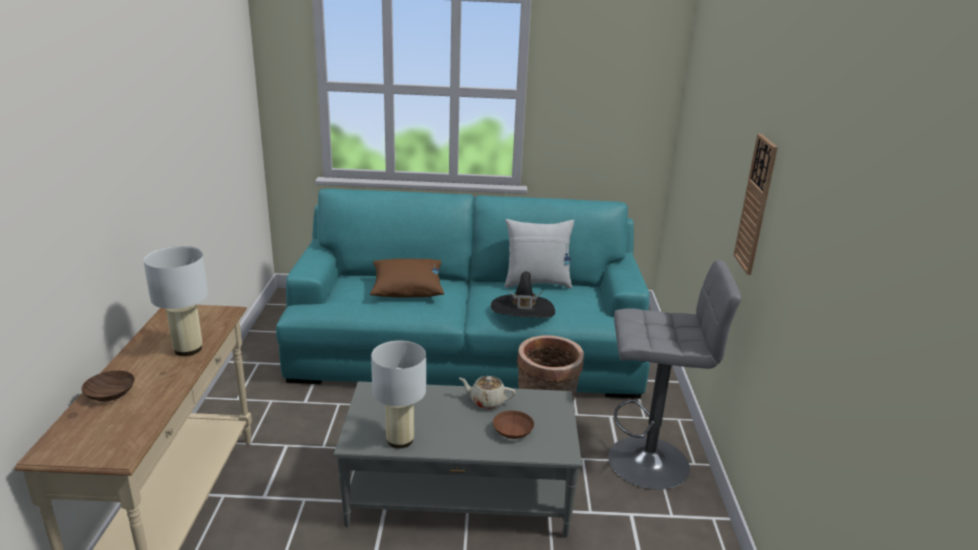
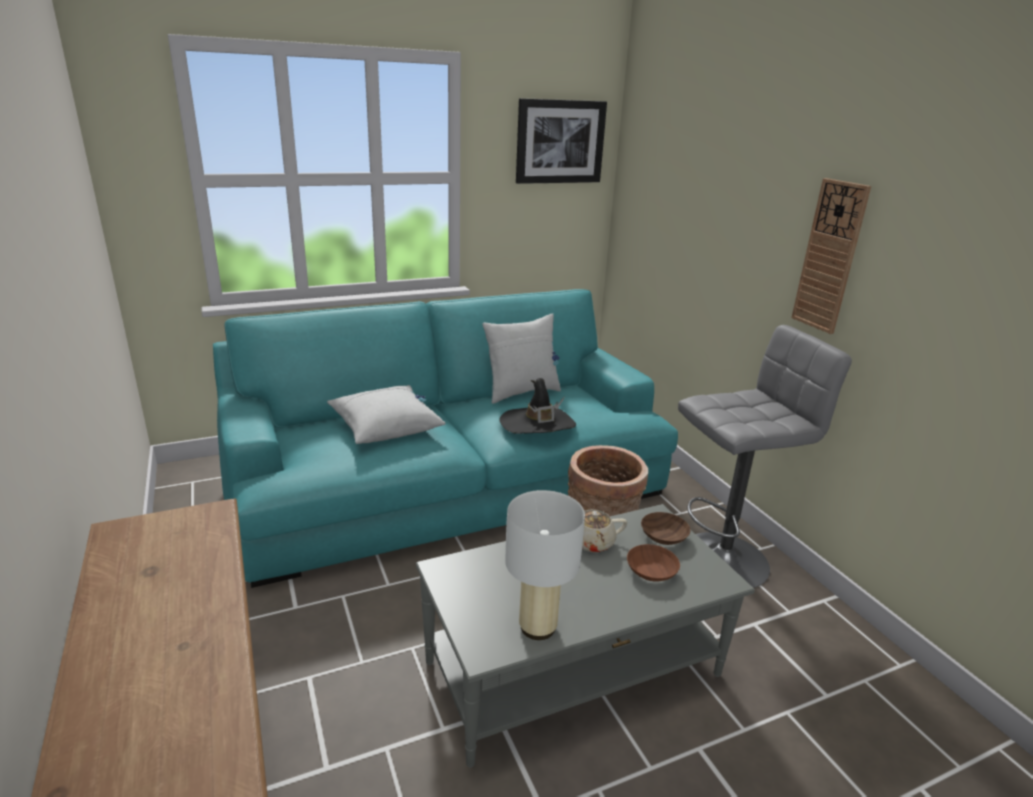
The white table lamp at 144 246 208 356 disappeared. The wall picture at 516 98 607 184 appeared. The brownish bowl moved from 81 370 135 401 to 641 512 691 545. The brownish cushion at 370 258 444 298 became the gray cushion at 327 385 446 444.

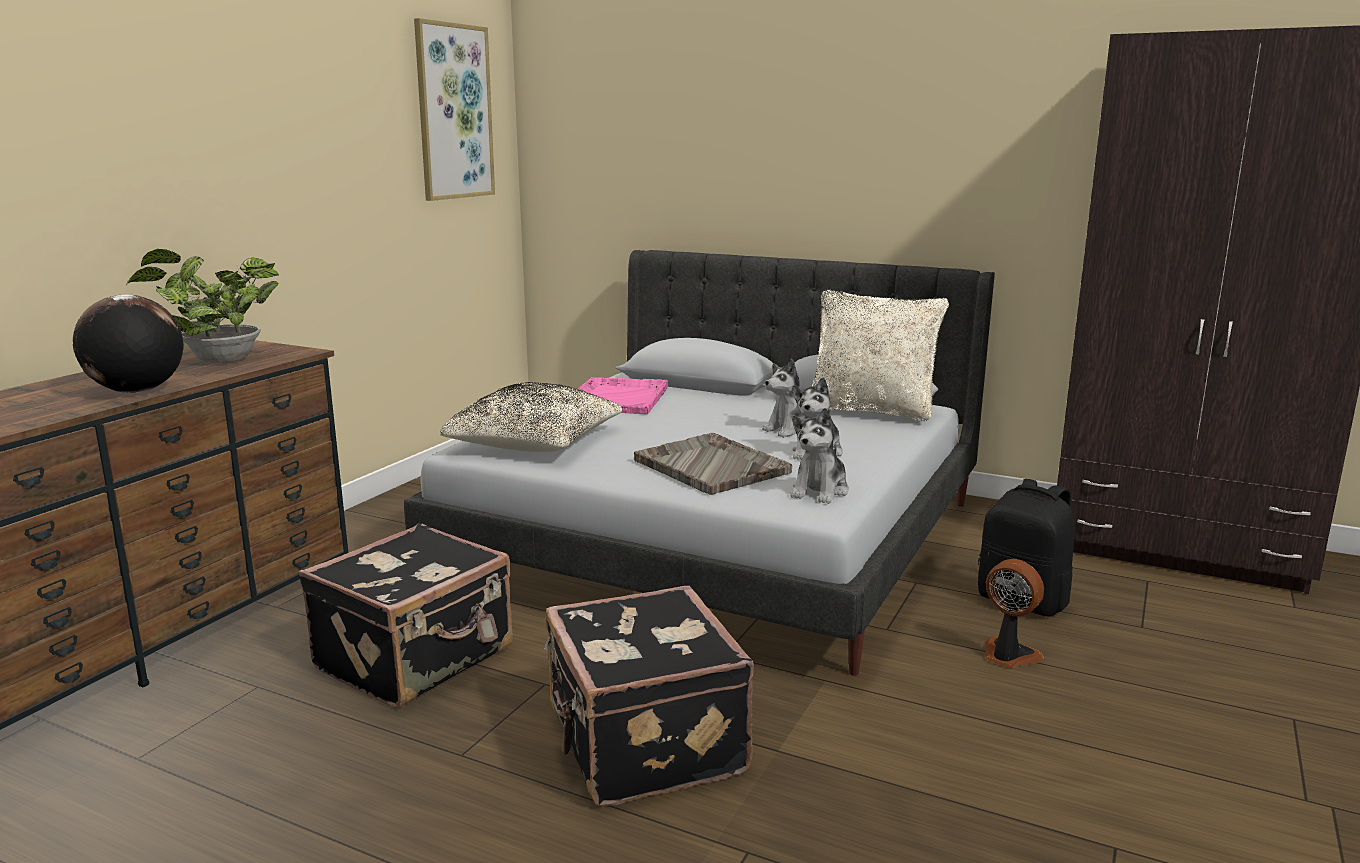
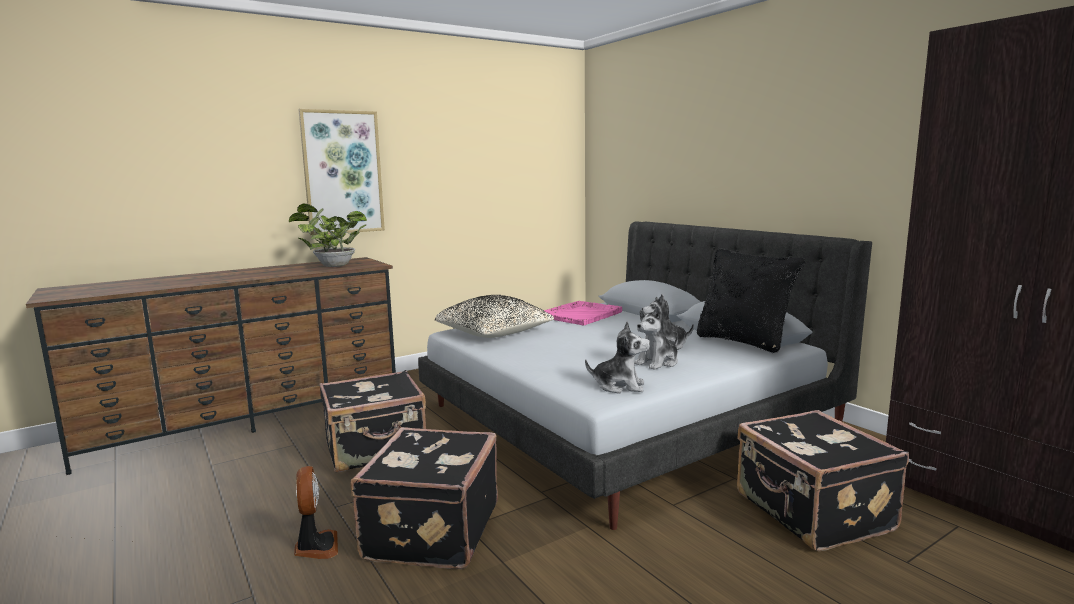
The world globe at 73 294 184 393 disappeared. The gray tray at 634 433 793 495 disappeared. The wall picture moved from 414 18 495 201 to 298 109 385 235. The electric fan moved from 985 559 1044 668 to 294 466 338 559. The black-coloured backpack at 978 479 1074 617 was replaced by the black-coloured travel case at 737 410 909 551. The sand-coloured cushion at 812 289 949 421 became the black-coloured cushion at 697 249 805 353. The cuddly toy at 791 408 849 504 turned 135 degrees counterclockwise.

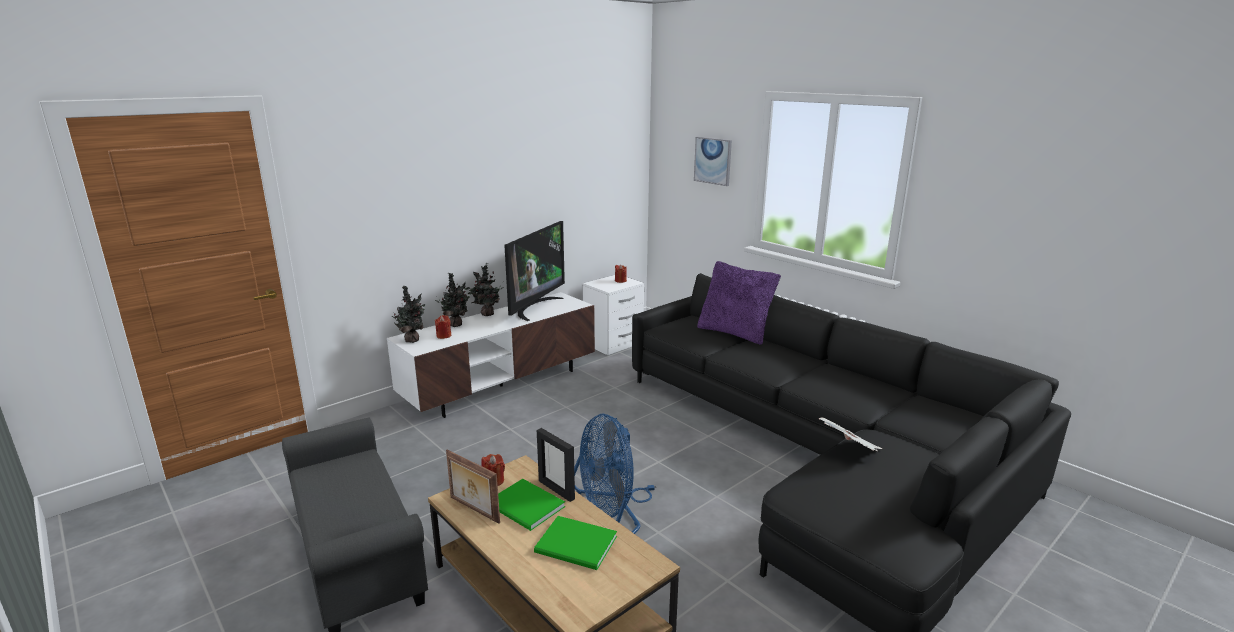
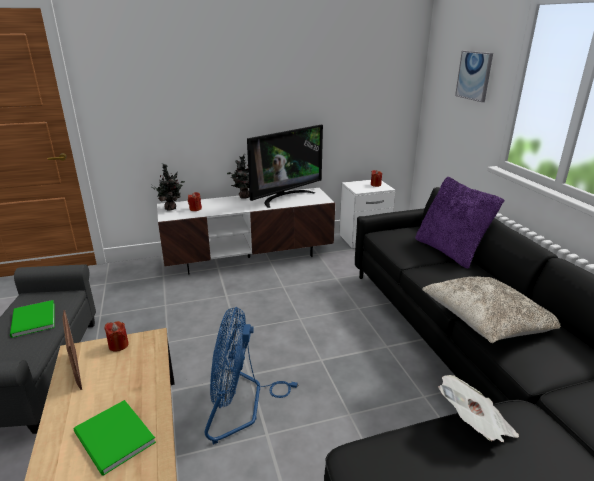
The houseplant at 435 273 472 327 disappeared. The photo frame at 537 428 575 502 disappeared. The sand-coloured cushion at 422 276 561 343 appeared. The greenish book moved from 498 479 565 531 to 10 300 55 338.

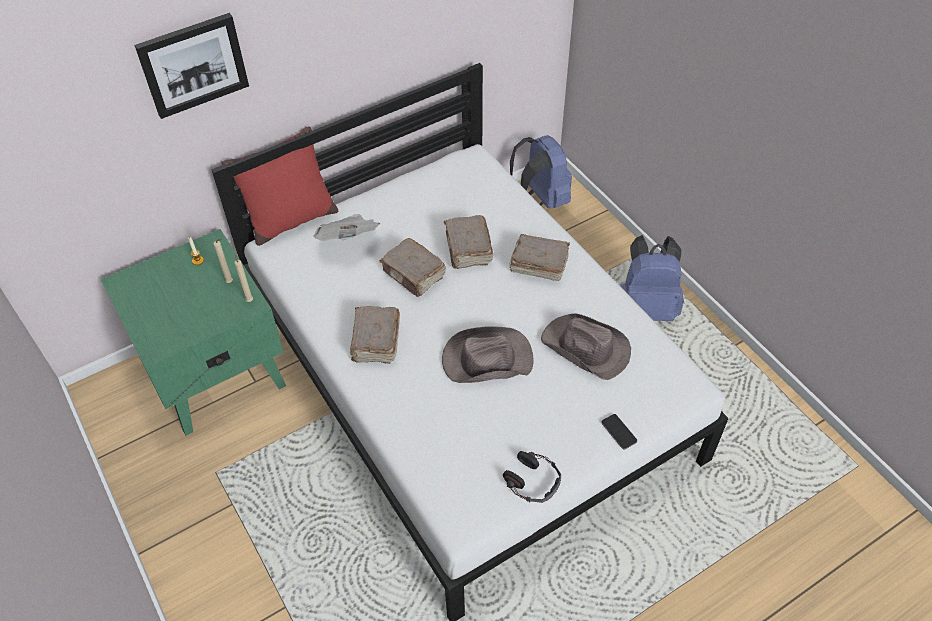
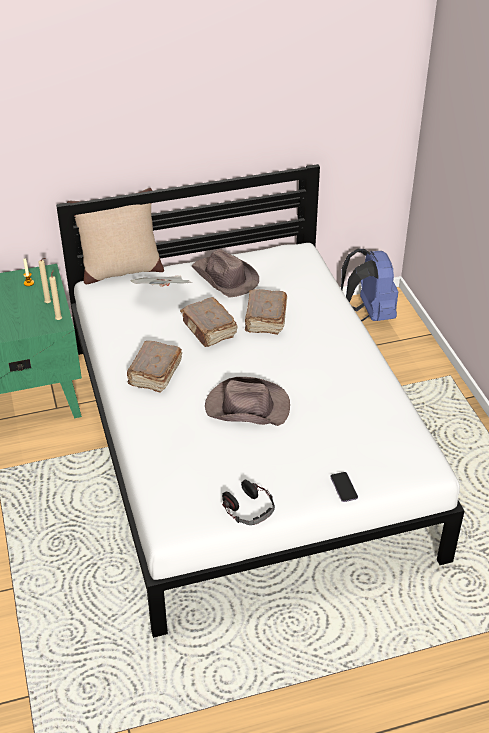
The wall picture at 134 13 249 119 disappeared. The brownish book at 509 234 570 281 disappeared. The blue backpack at 620 235 684 321 disappeared. The brownish clothing hat moved from 541 313 631 380 to 191 249 259 298. The red cushion at 221 126 338 246 became the sand-coloured cushion at 67 188 164 284.

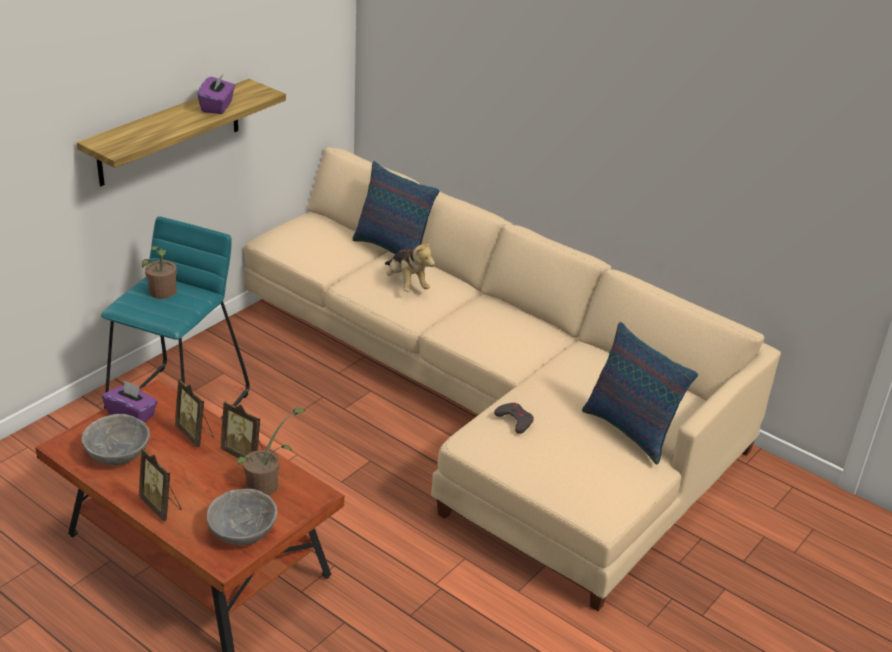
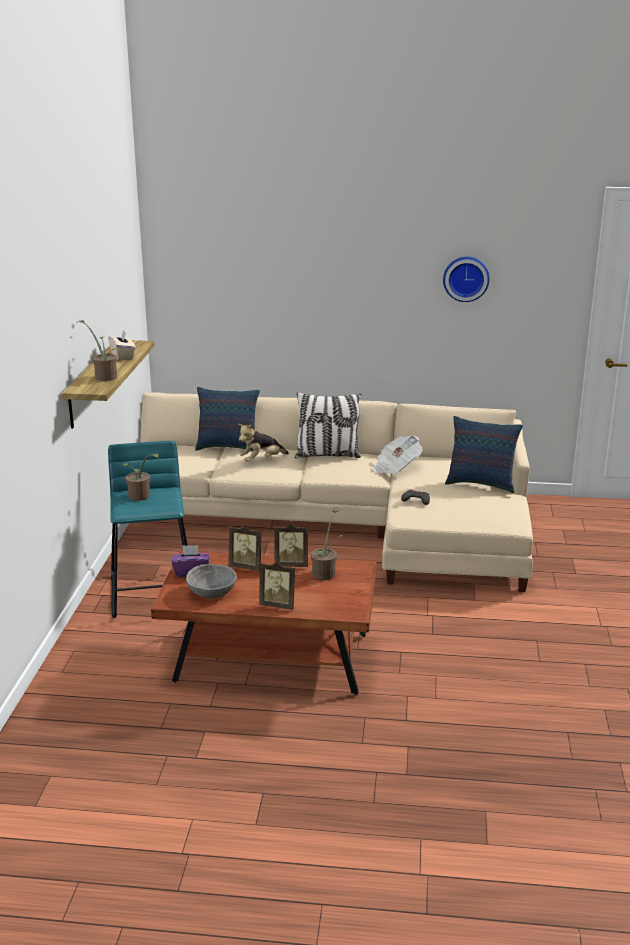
The gray bowl at 206 489 277 545 disappeared. The houseplant at 78 320 121 381 appeared. The cushion at 295 392 361 458 appeared. The daily paper at 372 435 423 475 appeared. The wall clock at 443 257 490 302 appeared. The purplish box of tissues at 197 73 235 114 became the sand-coloured box of tissues at 108 330 136 360. The cuddly toy at 385 239 435 292 turned 120 degrees clockwise.

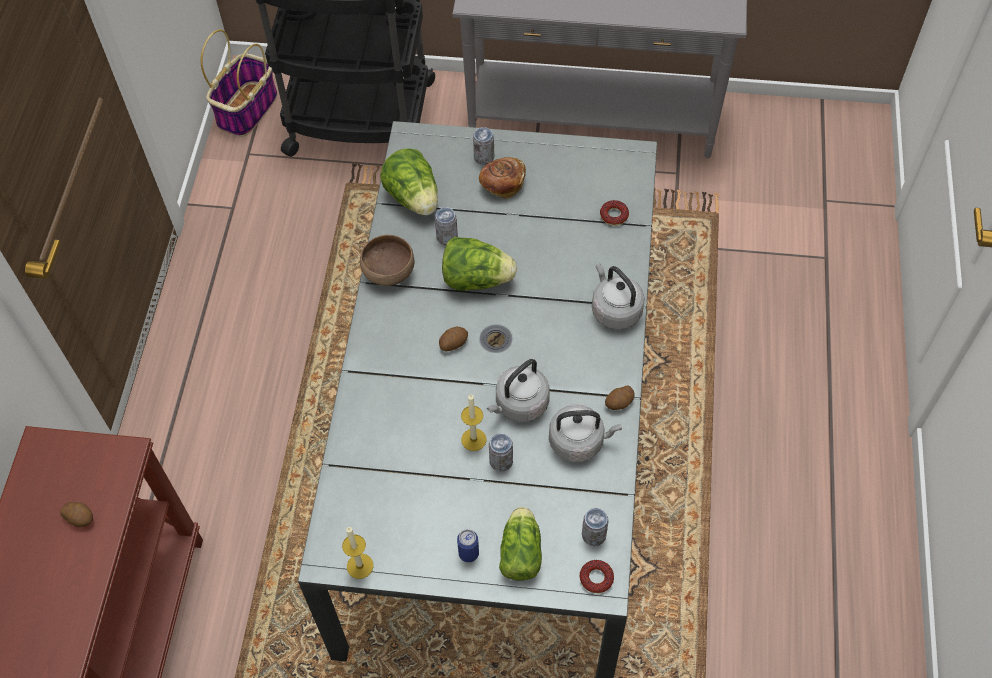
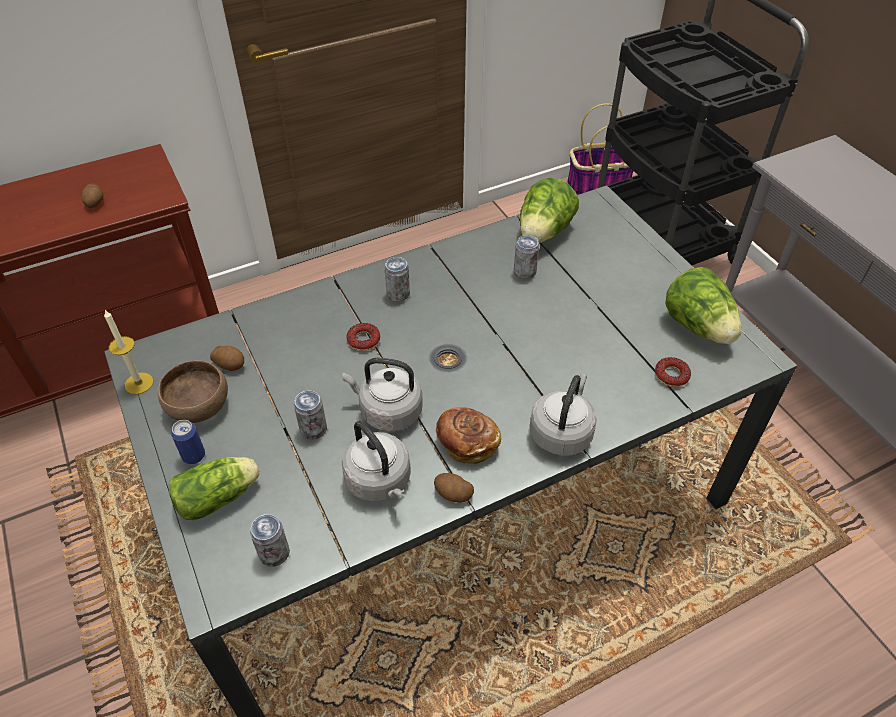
The wax candle at 461 394 487 451 disappeared. The brownish bowl moved from 360 235 415 286 to 158 360 228 423. The whole potato moved from 439 326 468 351 to 210 346 244 371. The lettuce moved from 442 237 517 291 to 665 267 742 344. The metal can moved from 473 127 494 165 to 385 257 410 302. The baked bread moved from 479 157 526 199 to 436 407 501 464. The doughnut moved from 579 560 614 593 to 346 323 380 351.

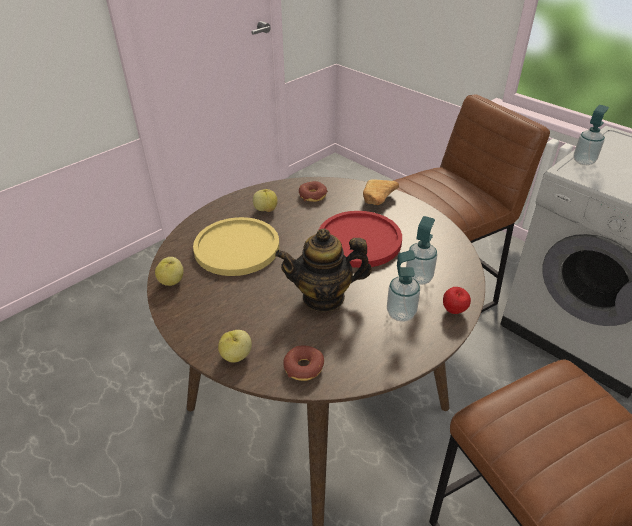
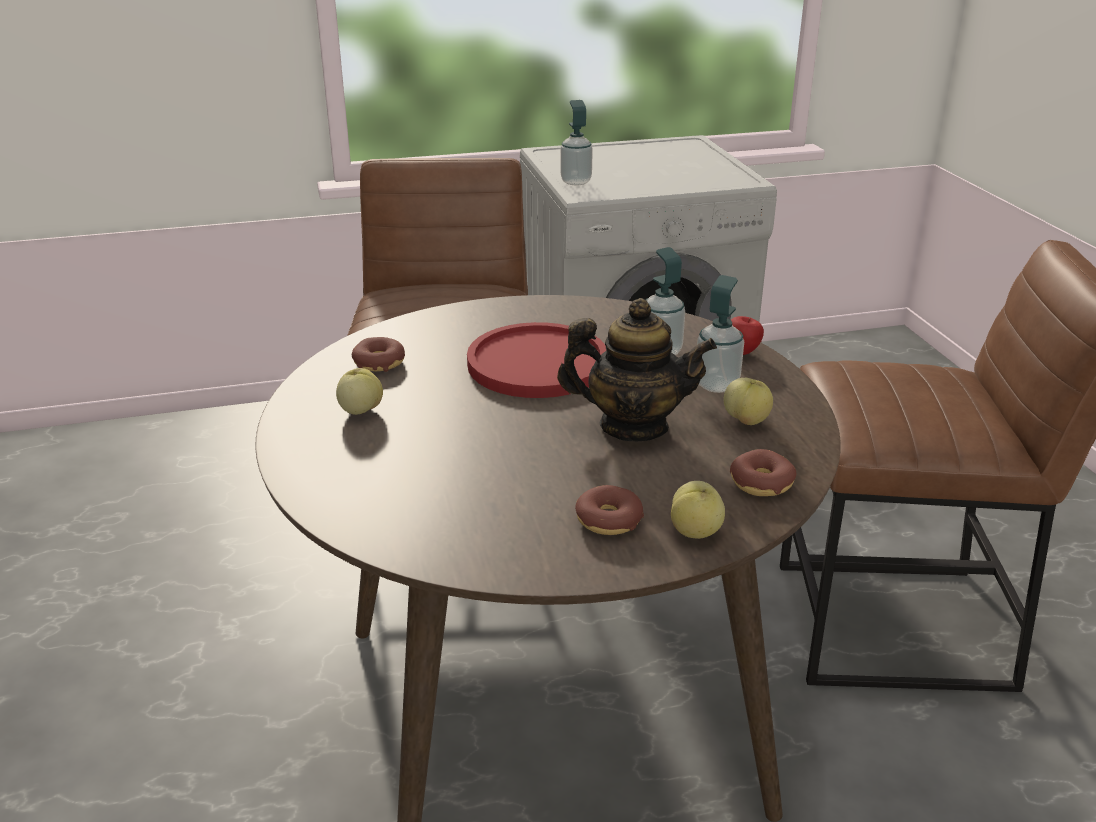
The yellow-coloured flat dish at 193 217 279 276 disappeared. The baked bread at 363 179 399 205 disappeared. The doughnut at 575 485 644 535 appeared. The whole apple moved from 155 257 184 286 to 723 378 773 425. The teapot at 275 229 372 312 turned 105 degrees counterclockwise.

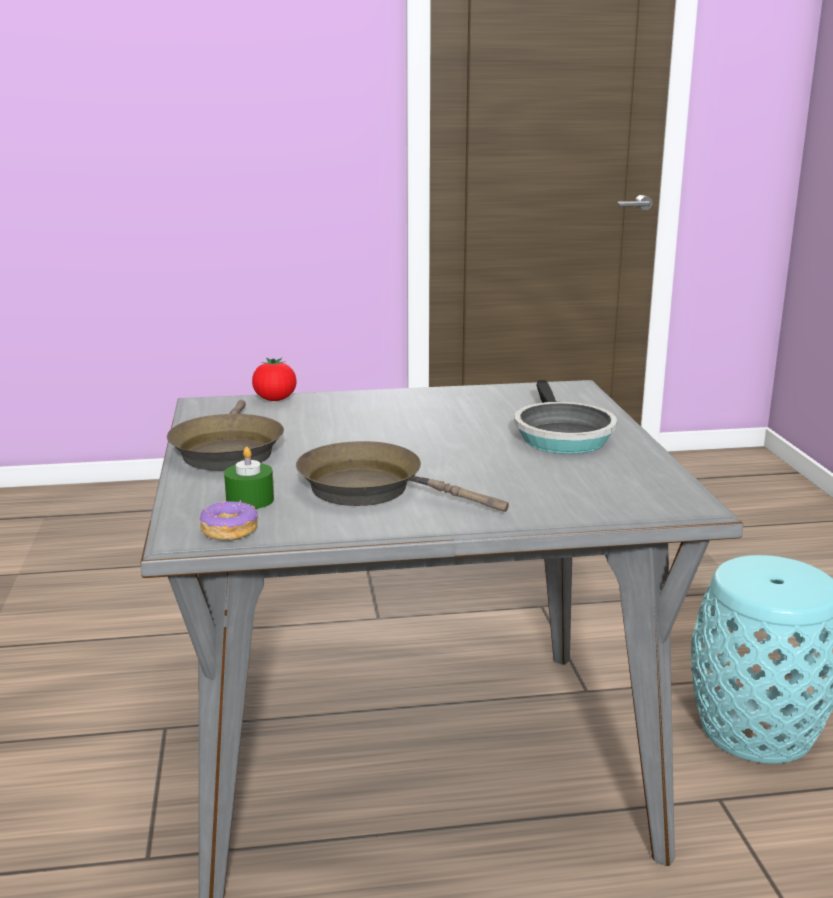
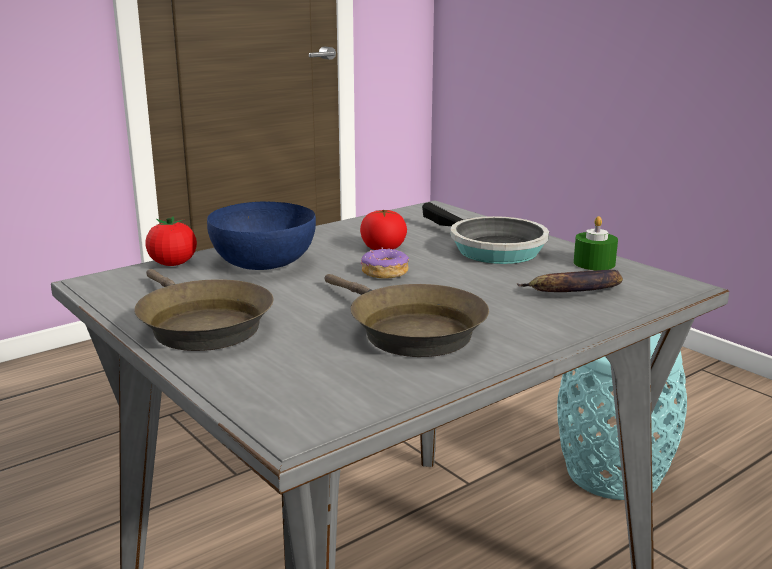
The blue bowl at 207 201 316 270 appeared. The tomato at 360 210 407 250 appeared. The banana fruit at 517 270 623 292 appeared. The doughnut moved from 198 500 258 540 to 361 247 409 279. The greenish wax candle moved from 224 447 274 509 to 574 216 618 270. The brownish pan at 296 441 509 512 turned 120 degrees counterclockwise.

